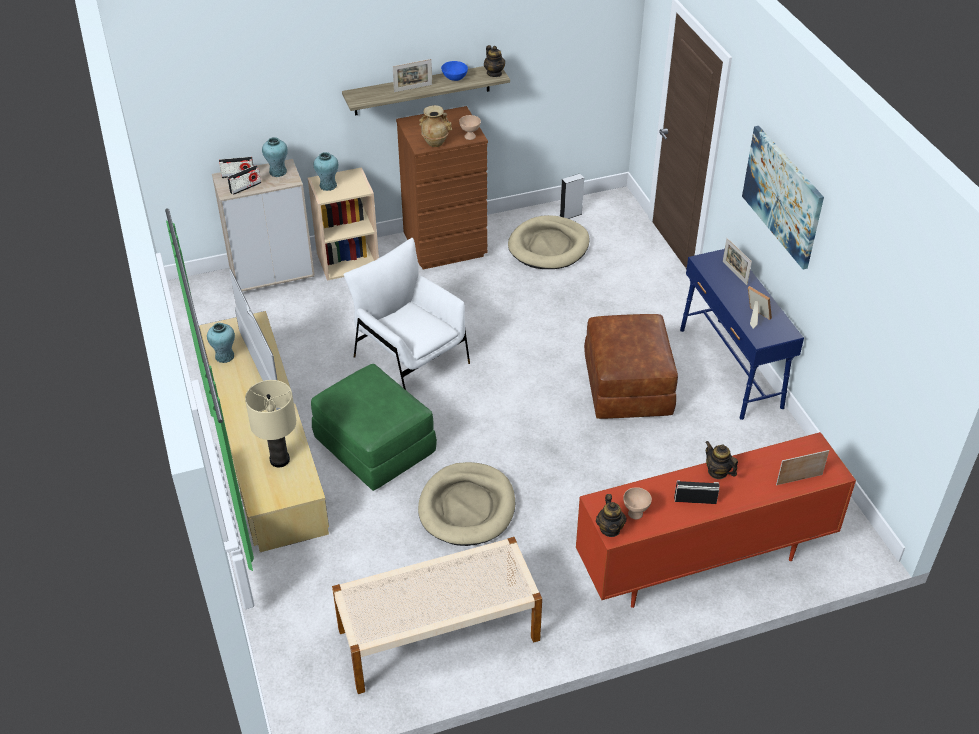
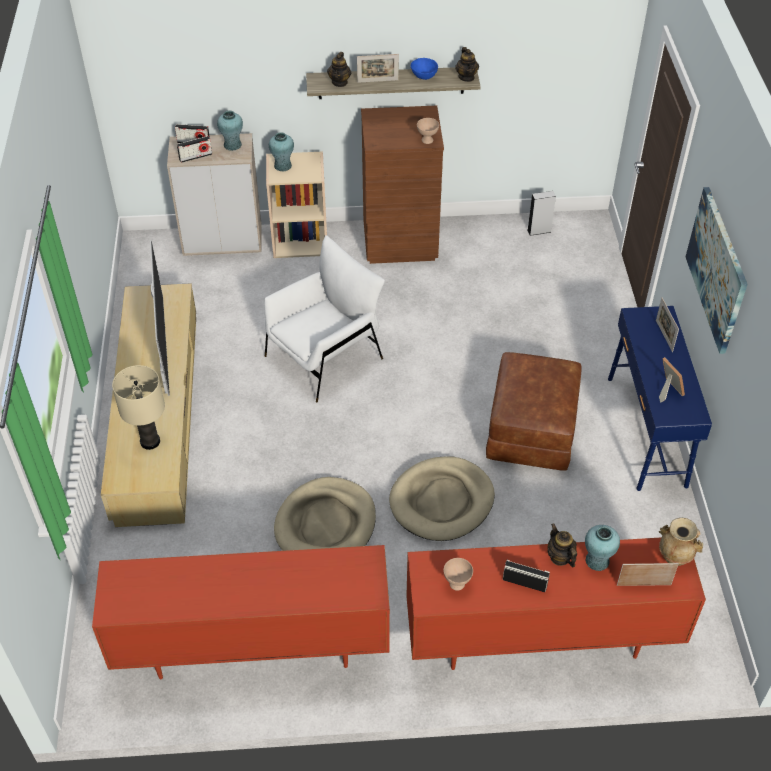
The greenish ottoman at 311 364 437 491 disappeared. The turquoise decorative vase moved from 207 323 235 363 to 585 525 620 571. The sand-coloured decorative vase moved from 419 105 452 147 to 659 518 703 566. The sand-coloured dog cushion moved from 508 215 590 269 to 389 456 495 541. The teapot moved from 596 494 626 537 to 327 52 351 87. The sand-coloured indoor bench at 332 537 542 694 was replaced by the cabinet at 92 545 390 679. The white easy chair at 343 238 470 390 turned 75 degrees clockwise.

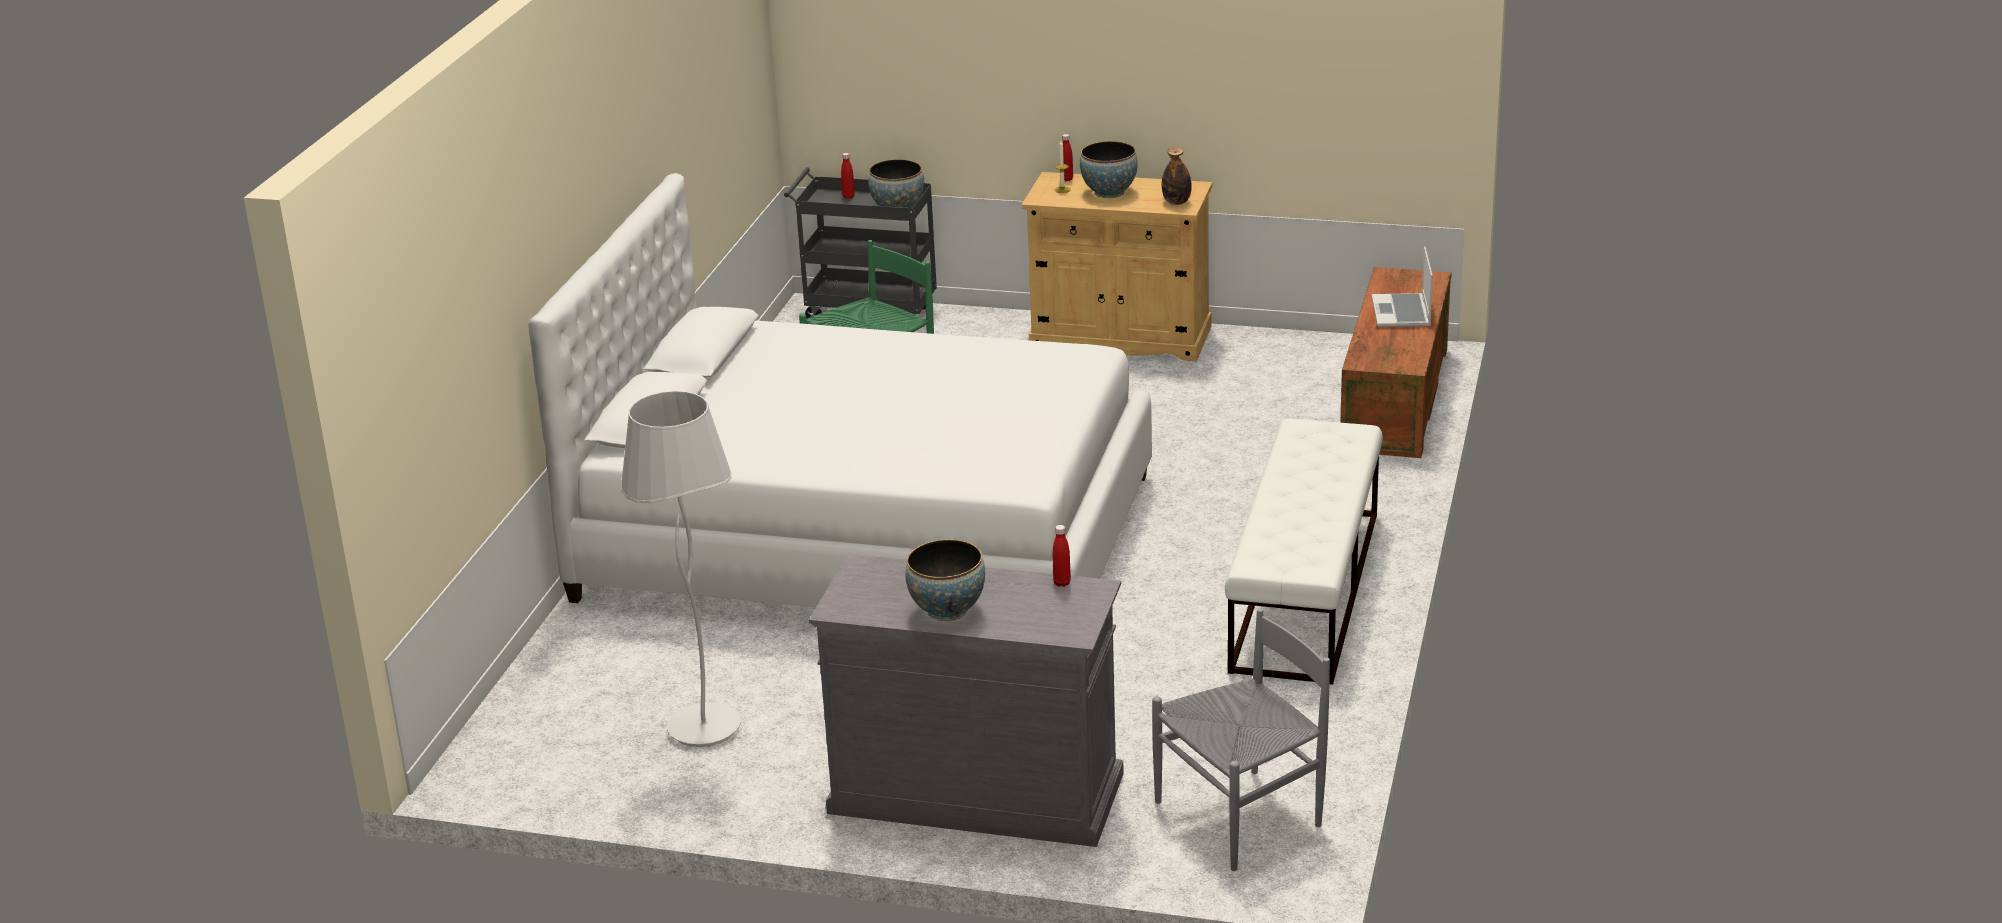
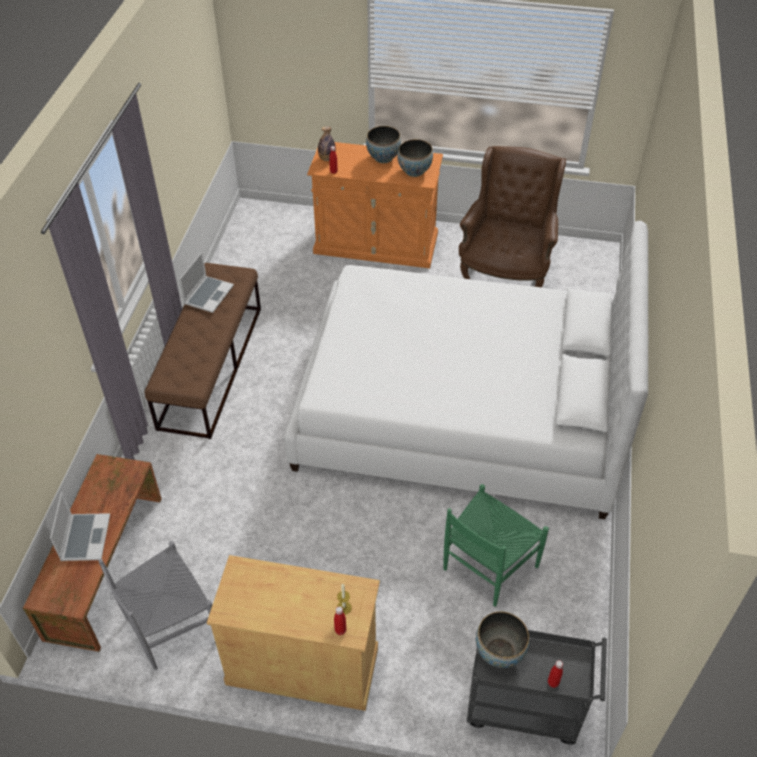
The notebook computer at 179 252 234 313 appeared. The bowl moved from 1080 141 1138 198 to 397 139 433 177. The gray plain chair moved from 1152 608 1330 871 to 99 541 212 670. The beverage bottle moved from 1162 147 1192 205 to 318 126 336 161. The white standard lamp at 621 391 741 747 was replaced by the brownish easy chair at 459 146 566 288. The gray chest of drawers at 809 554 1124 847 became the orange chest of drawers at 307 142 443 268. The white indoor bench at 1225 419 1383 685 became the brownish indoor bench at 144 263 261 439.

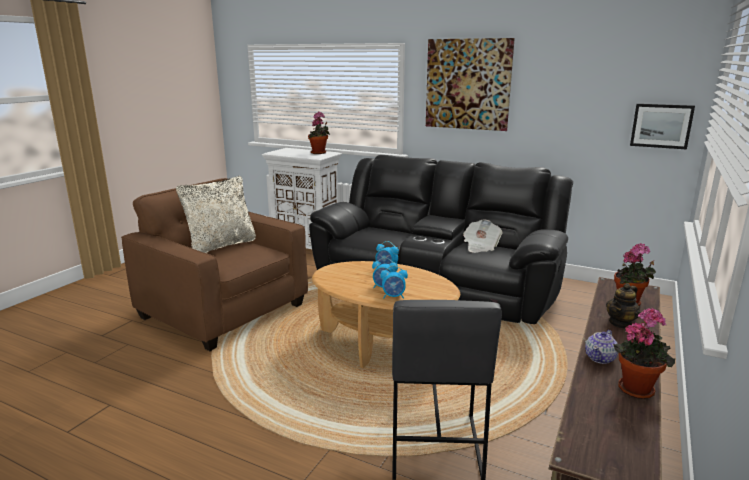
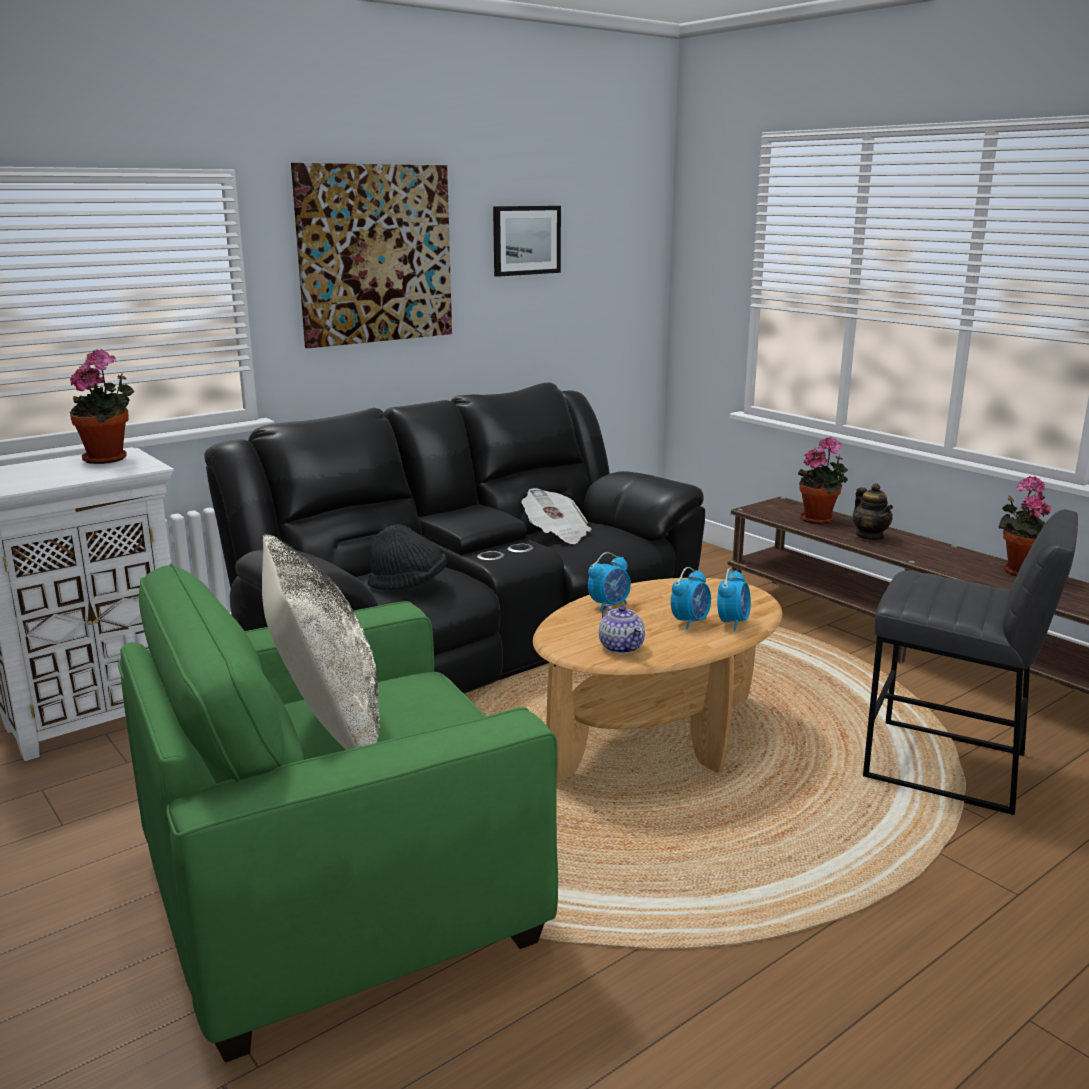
The black-coloured clothing hat at 368 524 447 590 appeared. The teapot moved from 585 330 618 364 to 599 604 645 654. The wall picture moved from 630 104 695 149 to 493 206 561 277. The brownish easy chair at 121 178 308 351 became the greenish easy chair at 118 563 558 1062.

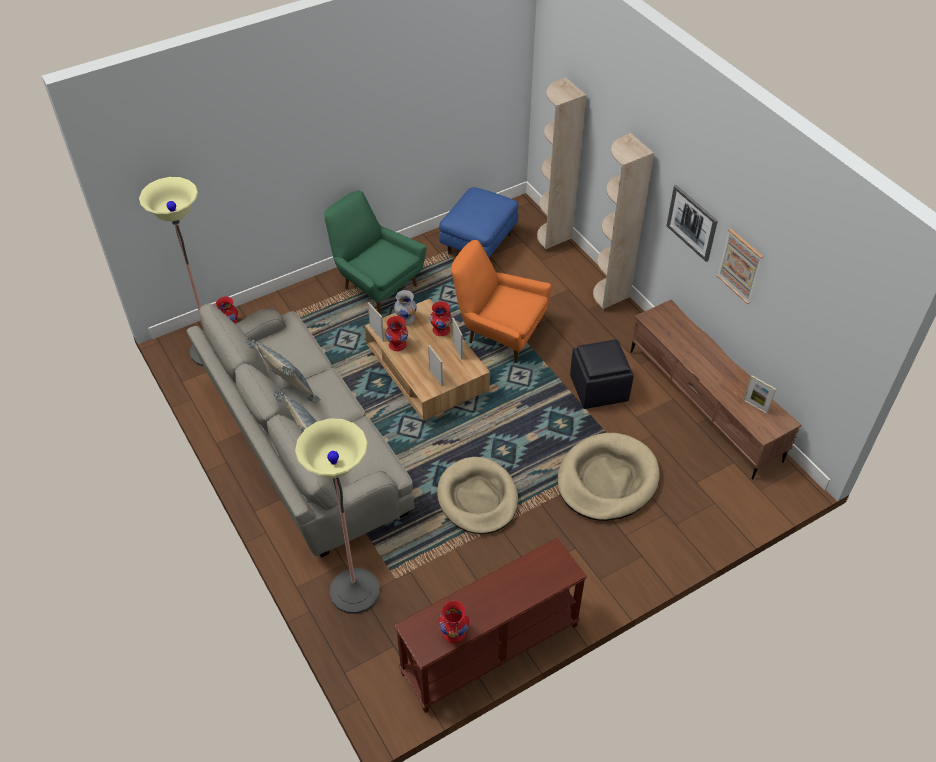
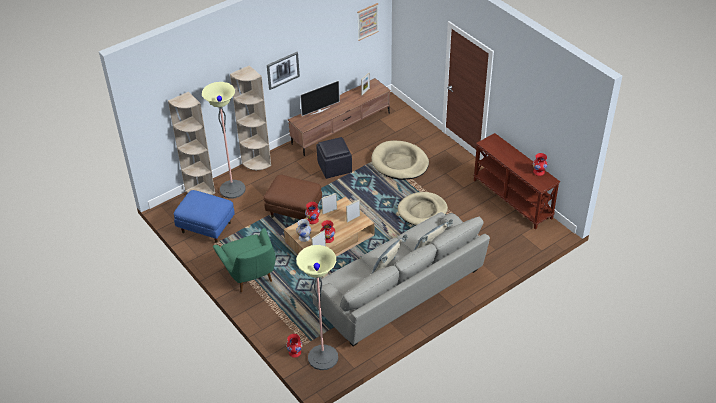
The TV set at 300 80 340 116 appeared. The standard lamp moved from 295 418 380 614 to 202 82 245 199. The wall picture moved from 717 228 763 304 to 357 3 379 41. The orange easy chair at 451 240 551 363 was replaced by the brownish ottoman at 264 174 322 220. The greenish easy chair at 324 191 426 314 turned 60 degrees counterclockwise.

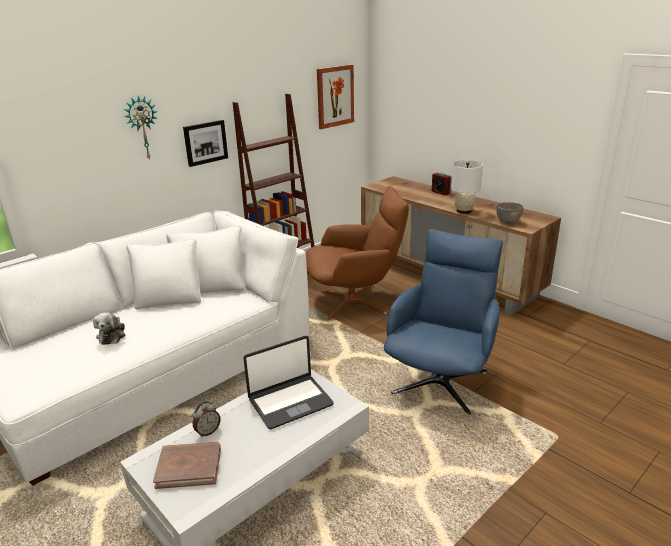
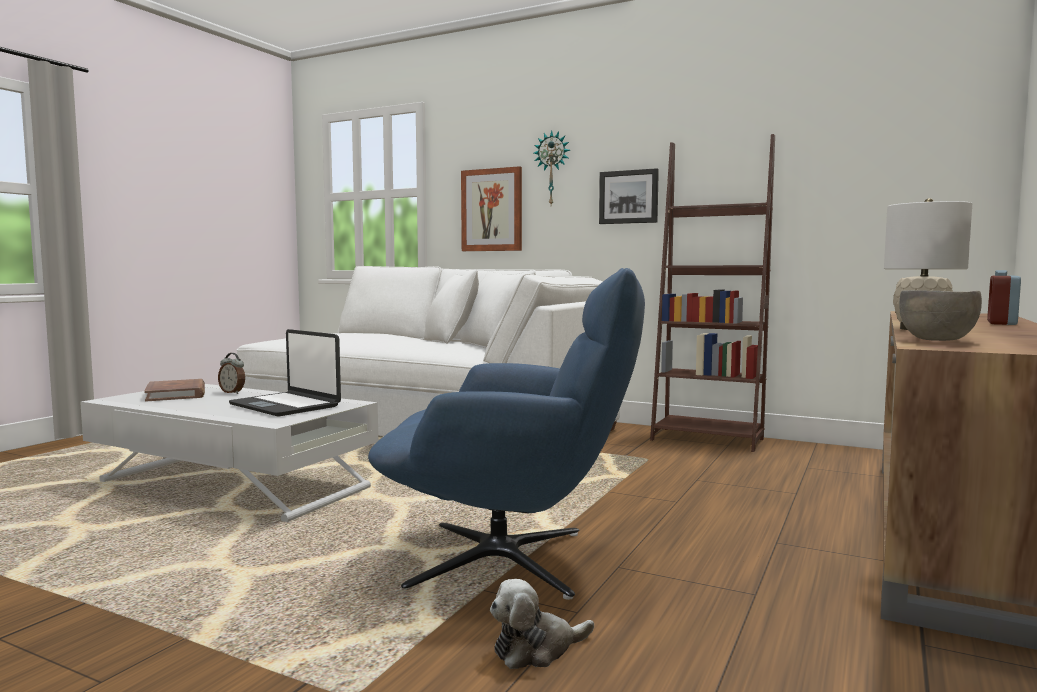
The brownish easy chair at 306 186 409 320 disappeared. The cuddly toy moved from 93 312 125 345 to 490 579 594 669. The wall picture moved from 317 65 354 129 to 461 166 522 251.

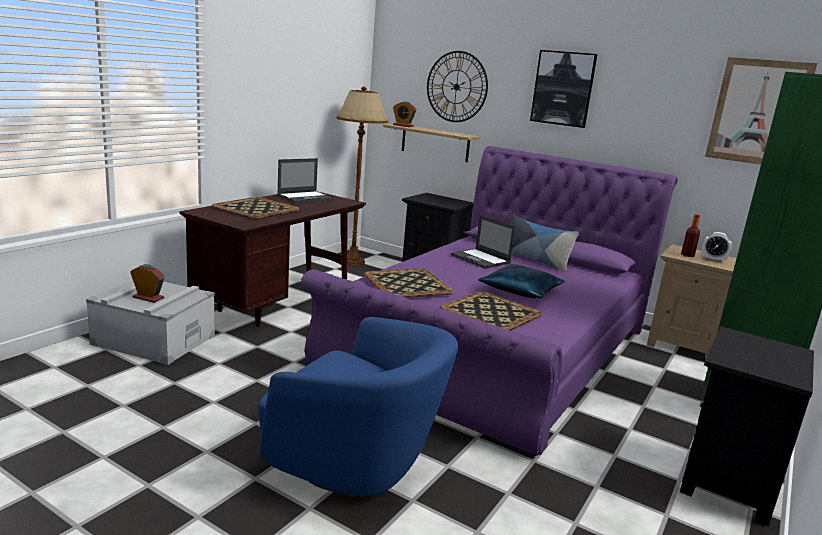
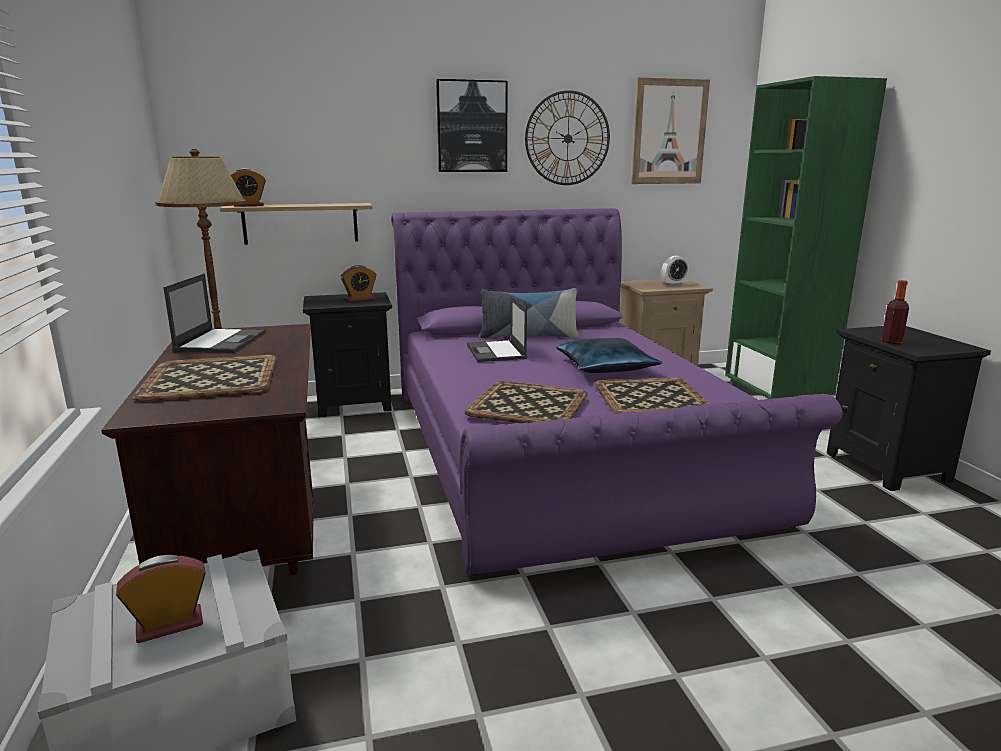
The blue easy chair at 258 317 458 496 disappeared. The bedside clock at 341 265 376 302 appeared. The wall clock moved from 427 51 488 122 to 525 90 610 185. The beverage bottle moved from 681 214 700 257 to 881 280 909 344. The notebook computer at 451 215 516 269 turned 75 degrees clockwise.

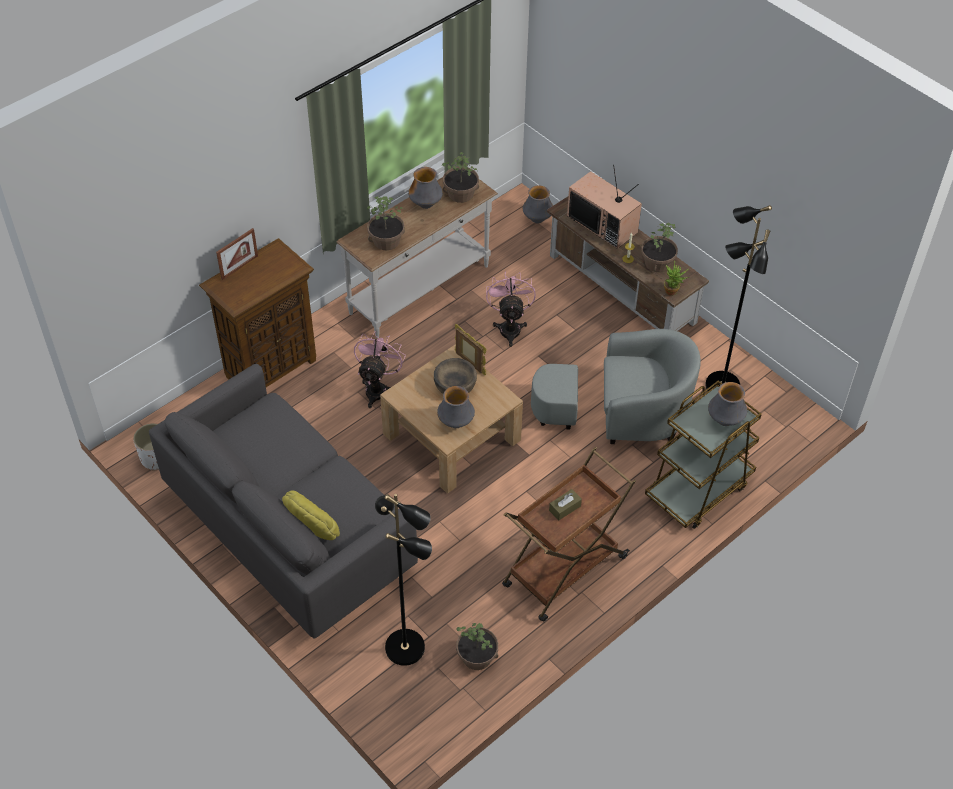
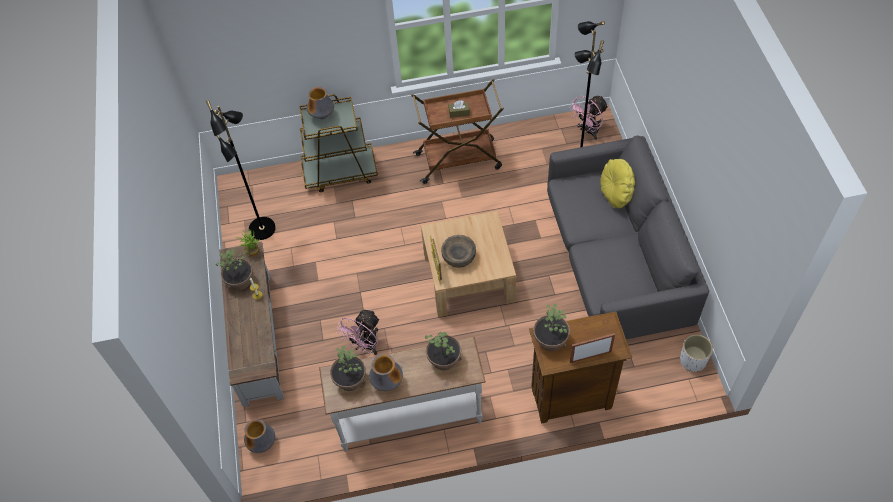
The decorative vase at 437 386 475 428 disappeared. The gray easy chair at 531 329 701 444 disappeared. The TV set at 567 165 642 249 disappeared. The pinkish electric fan moved from 354 331 406 408 to 569 96 608 140. The houseplant moved from 456 623 498 670 to 533 304 570 351.

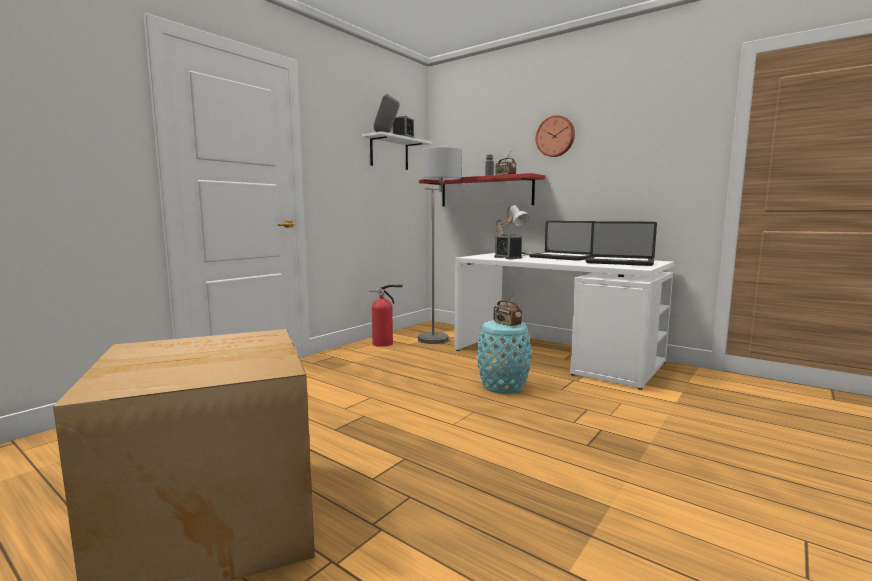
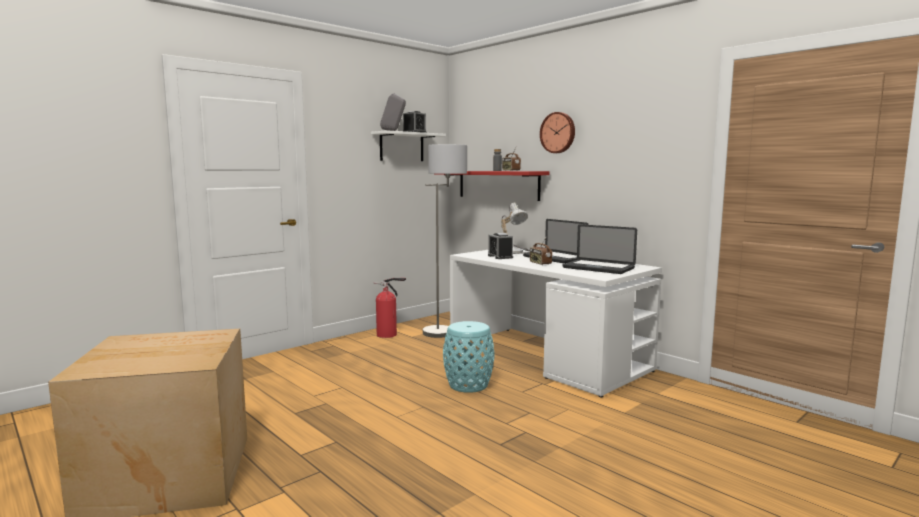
The radio set moved from 494 292 522 326 to 530 236 552 265.

